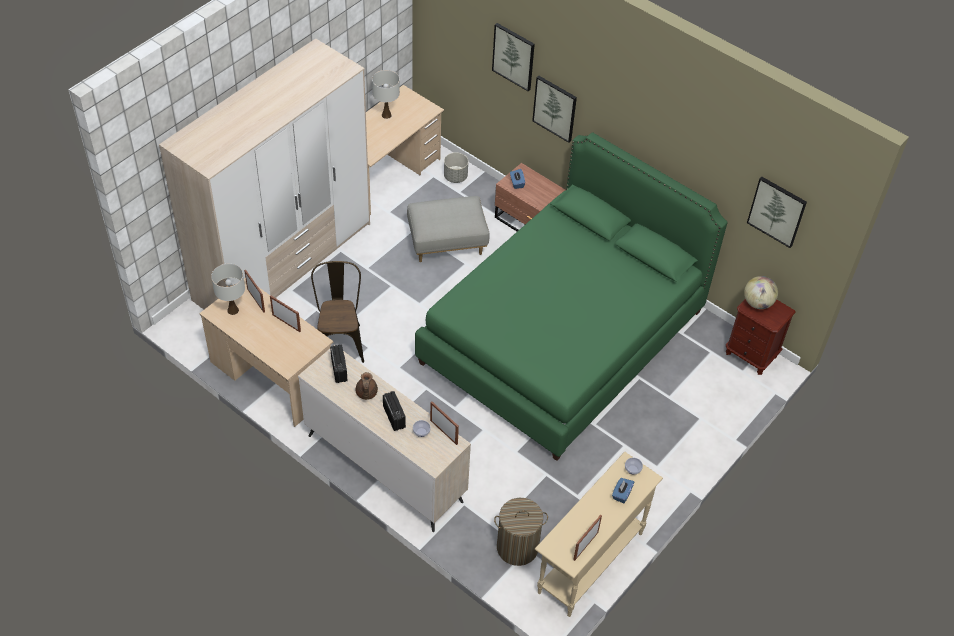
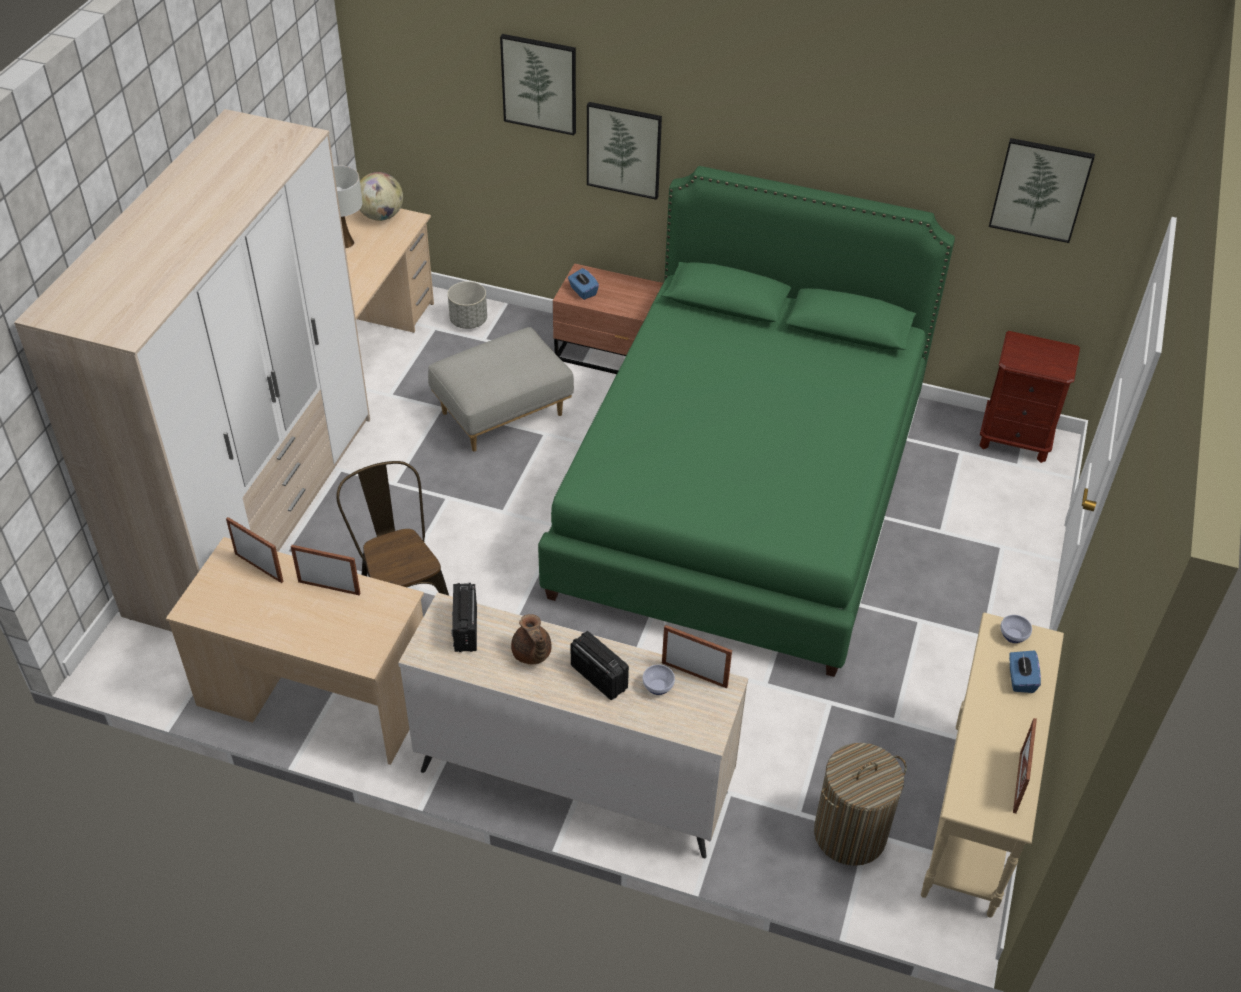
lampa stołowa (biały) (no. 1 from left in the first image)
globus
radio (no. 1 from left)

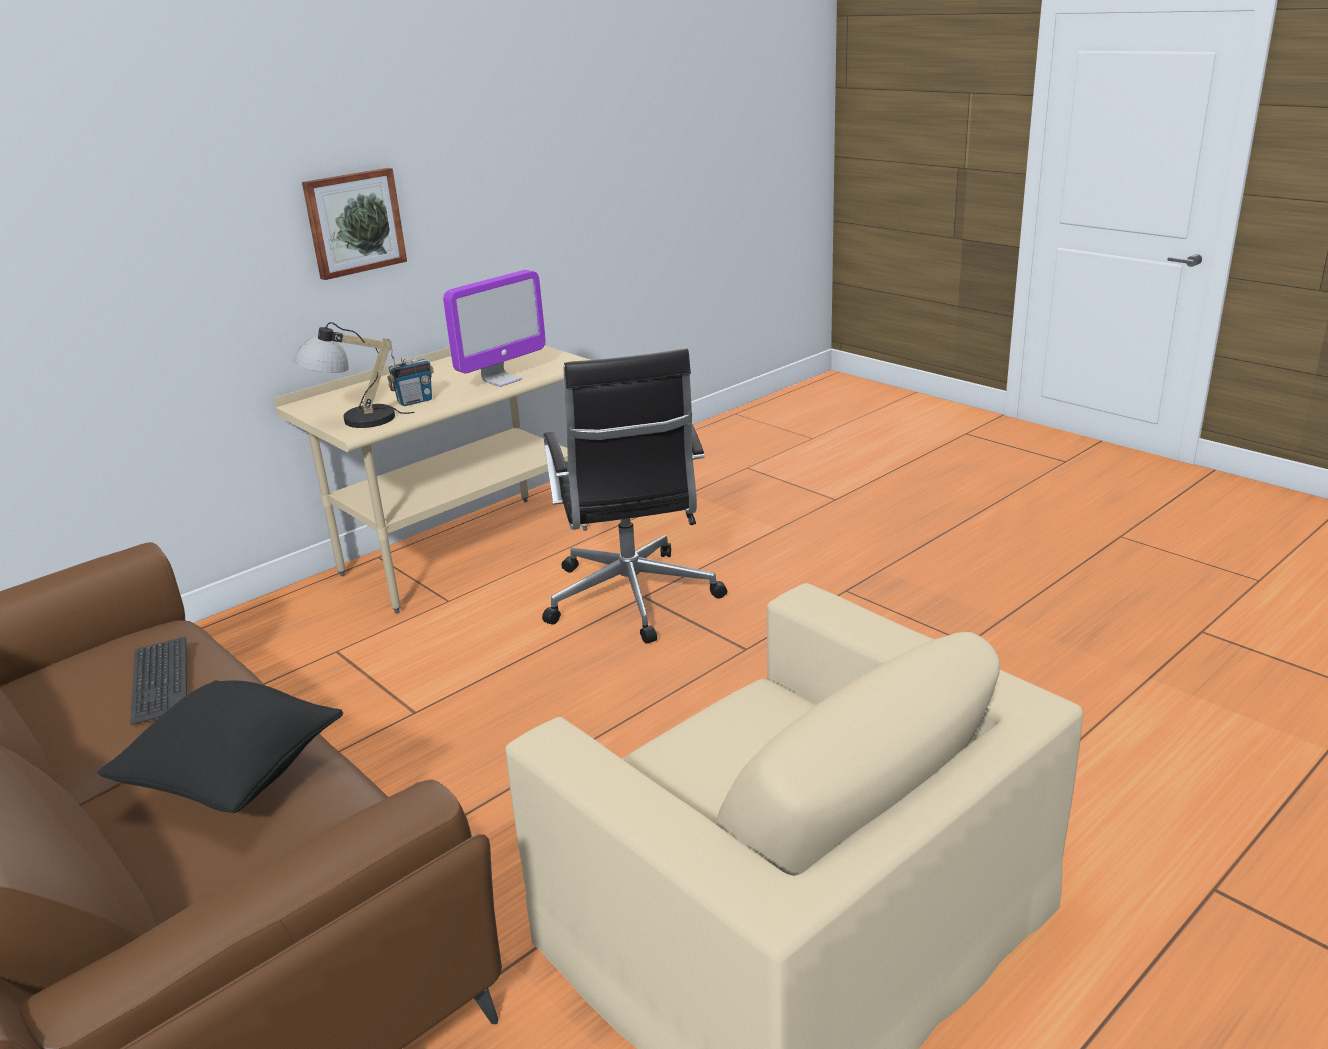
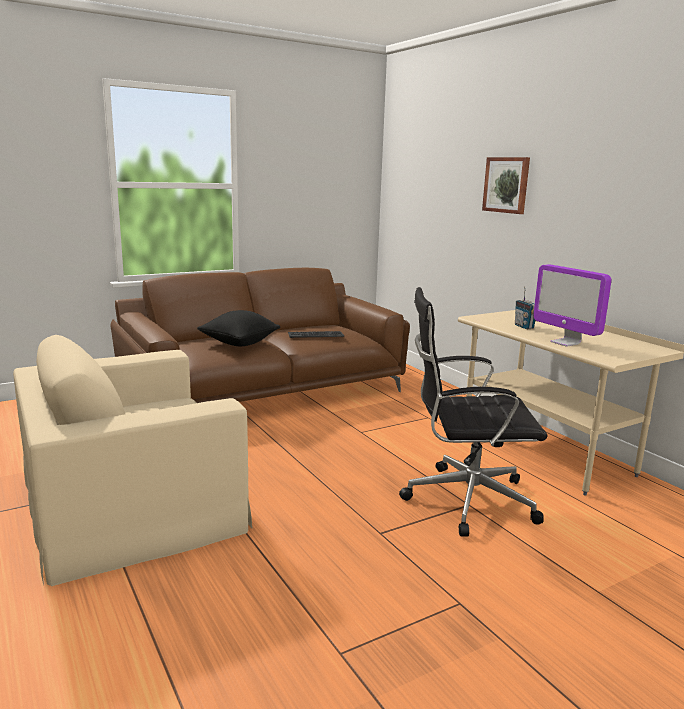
lampa stołowa
obraz

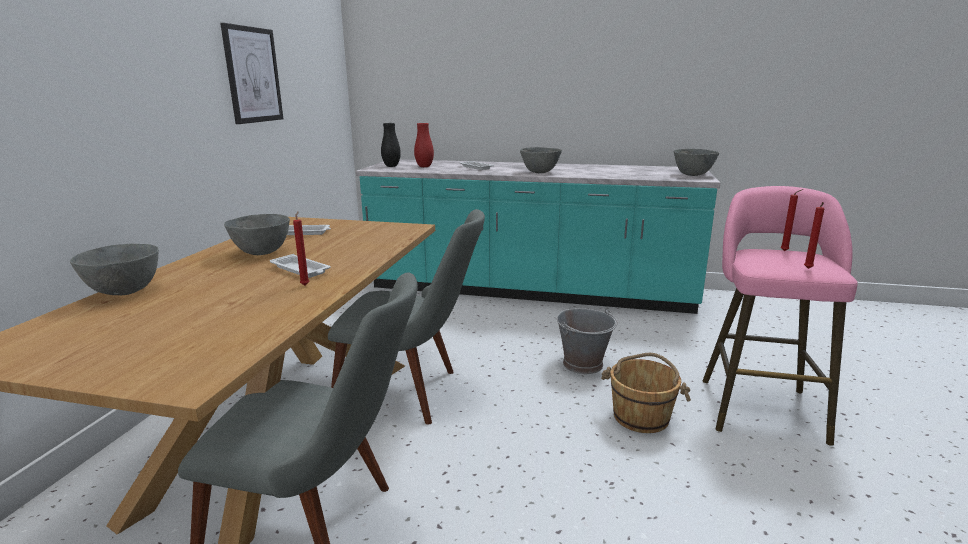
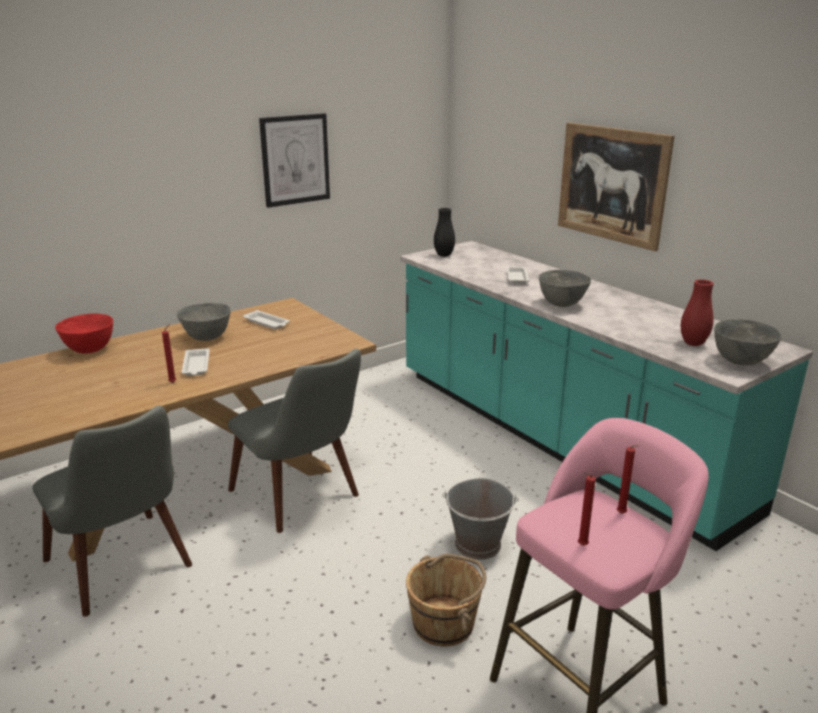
obraz (no. 2 from left)
wazon (czerwony)
miska (czerwony)

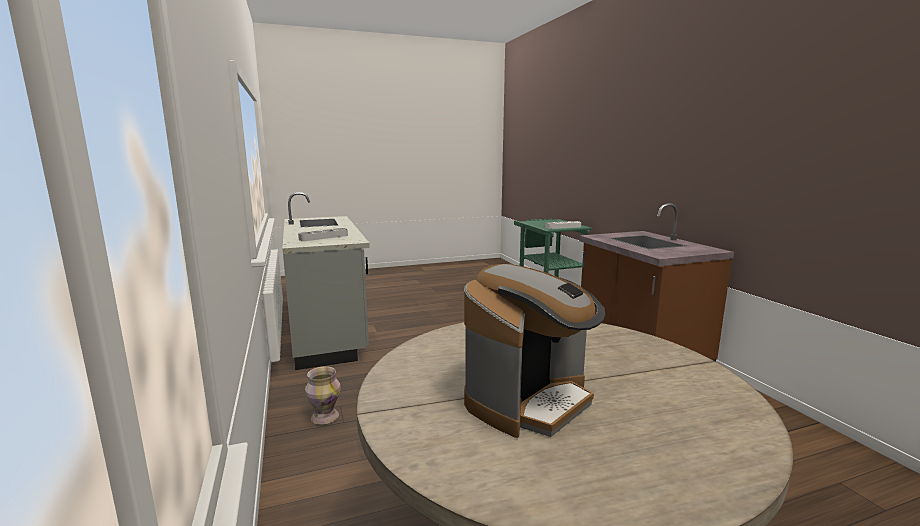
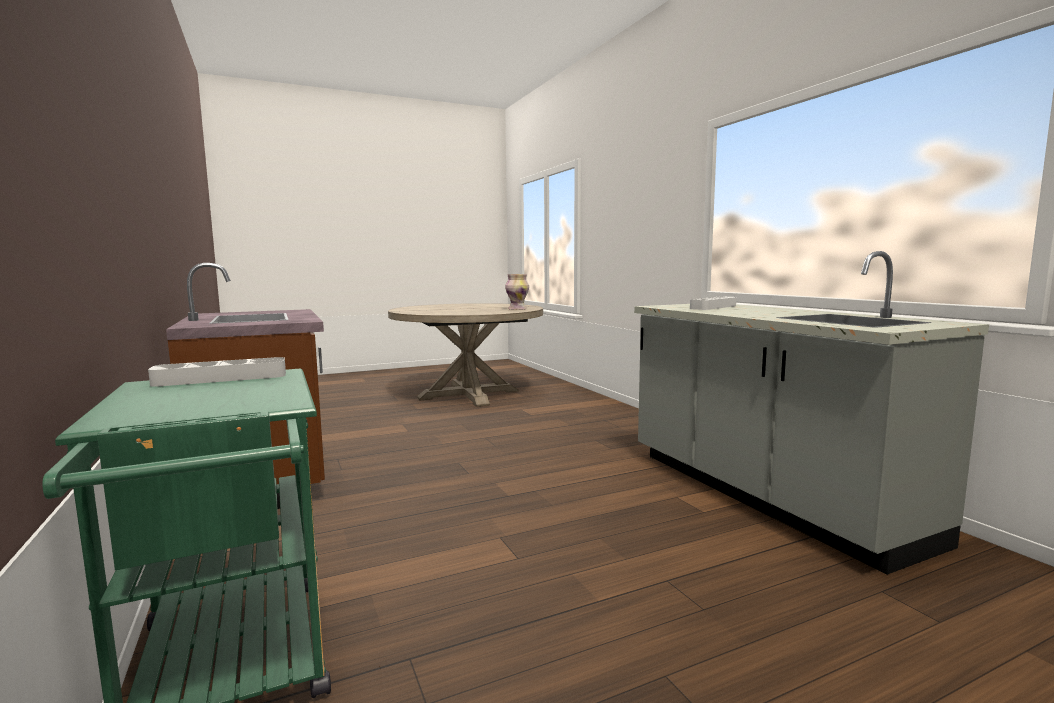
ekspres do kawy
wazon

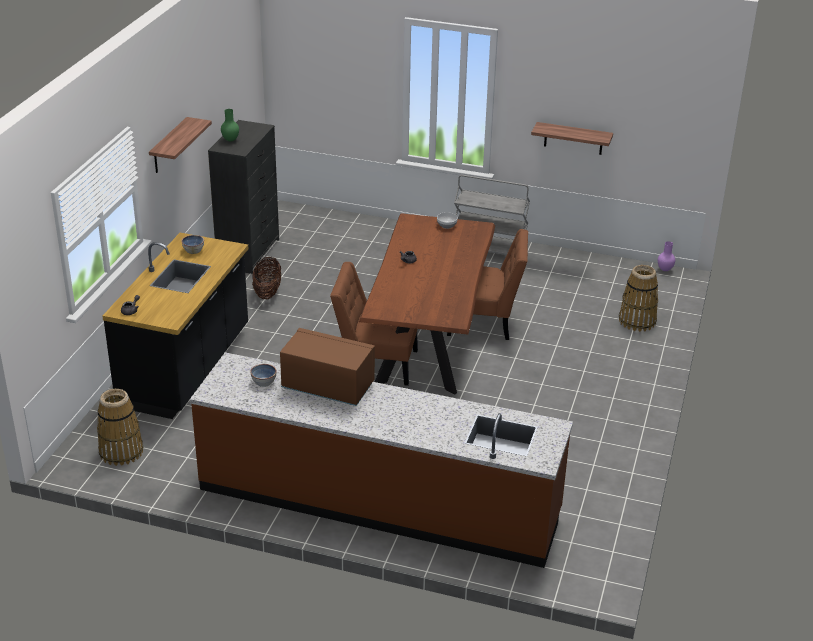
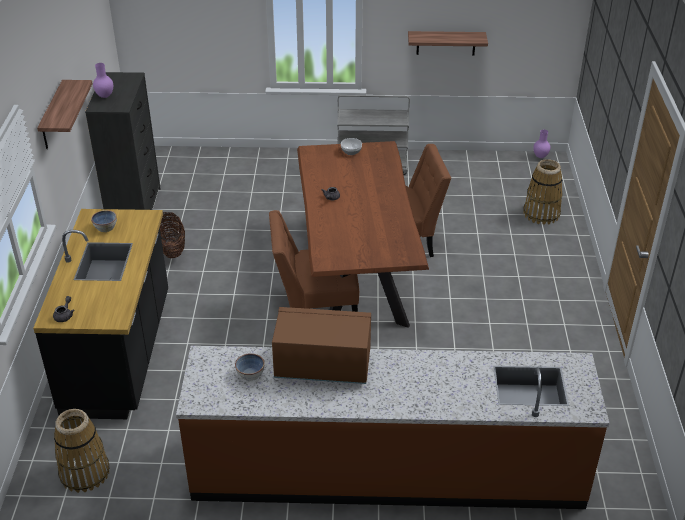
wazon (fioletowy) (no. 1 from left)

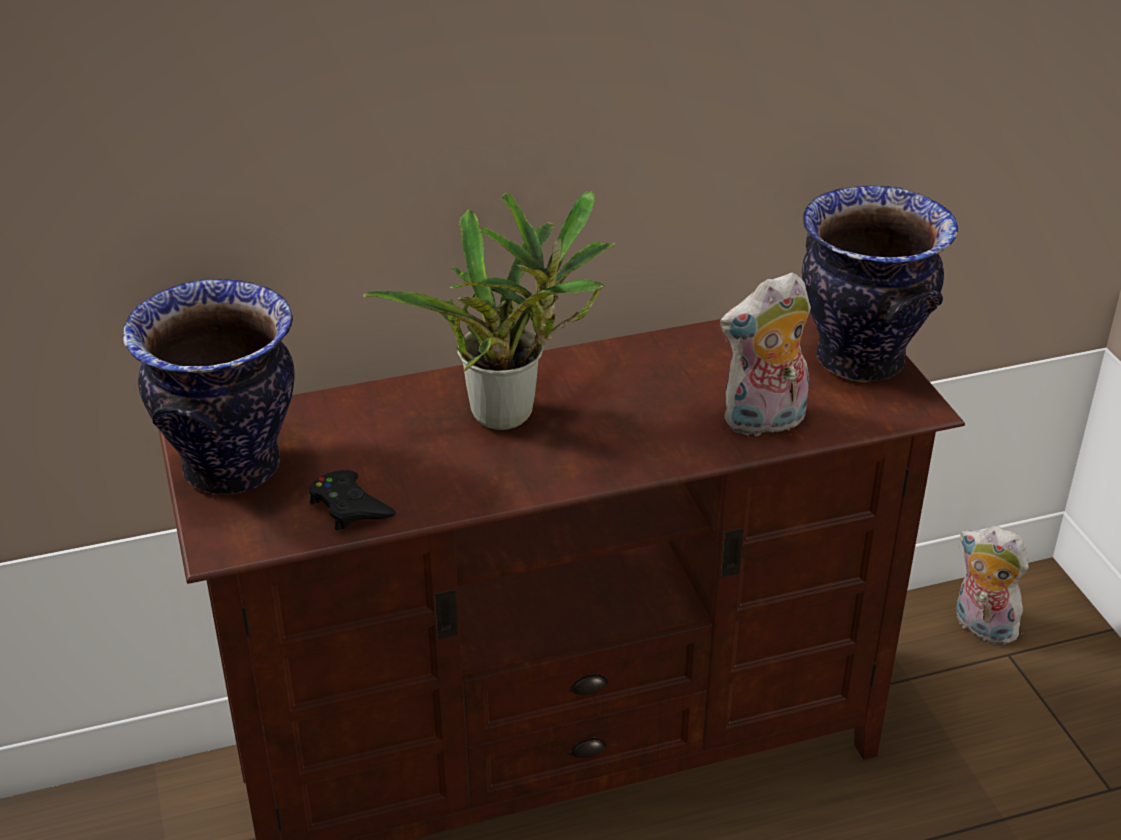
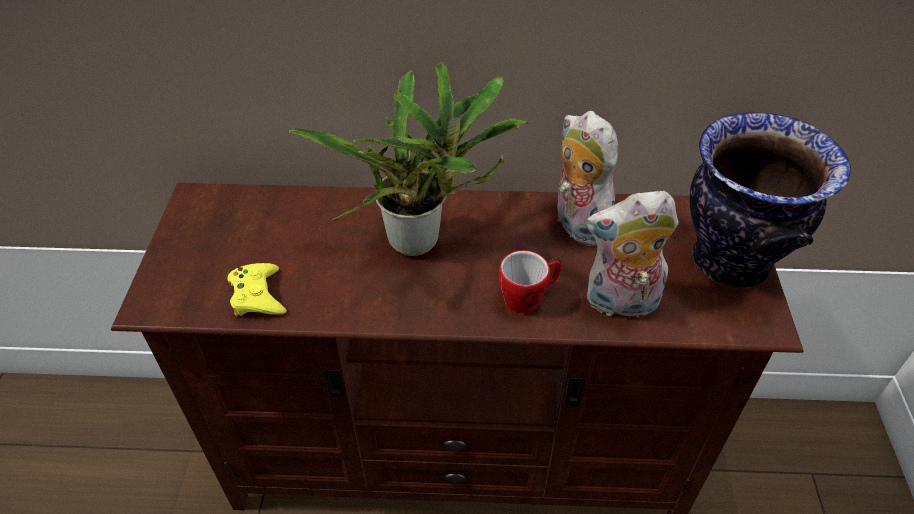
wazon (no. 1 from left in the first image)
kubek
pluszak (no. 1 from left)
pad do gier (żółty)

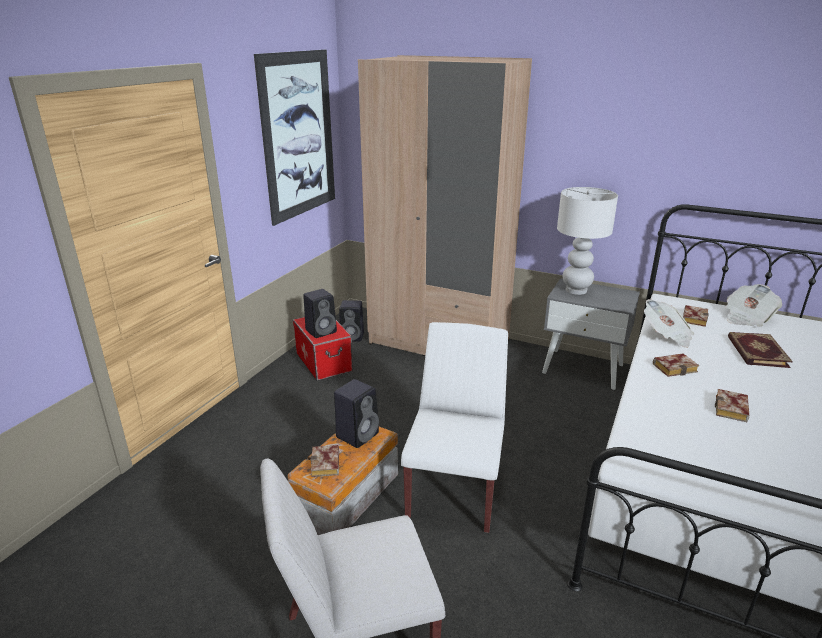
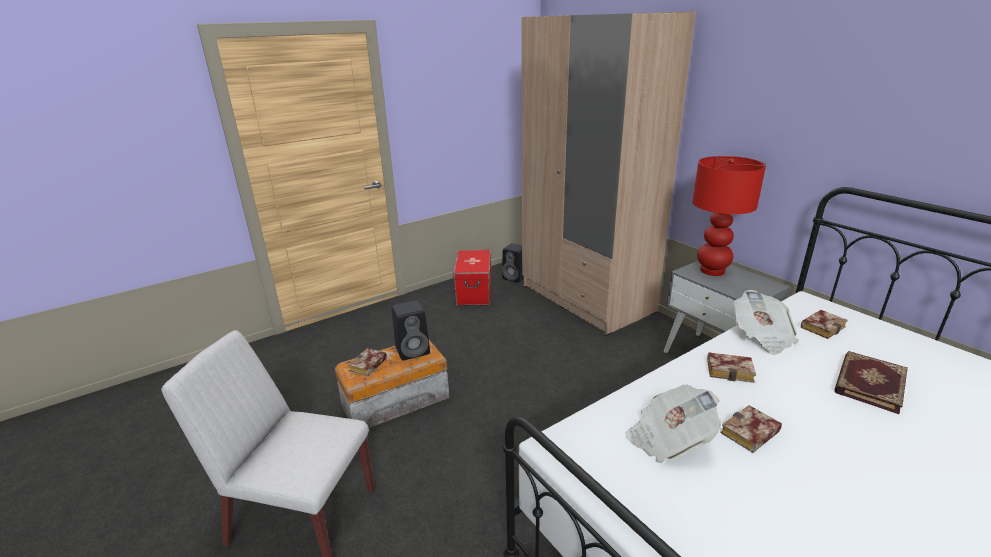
obraz
głośnik (czarny) (no. 1 from left in the first image)
krzesło (biały) (no. 2 from left in the first image)
gazeta (no. 1 from left)
lampa stołowa (czerwony)

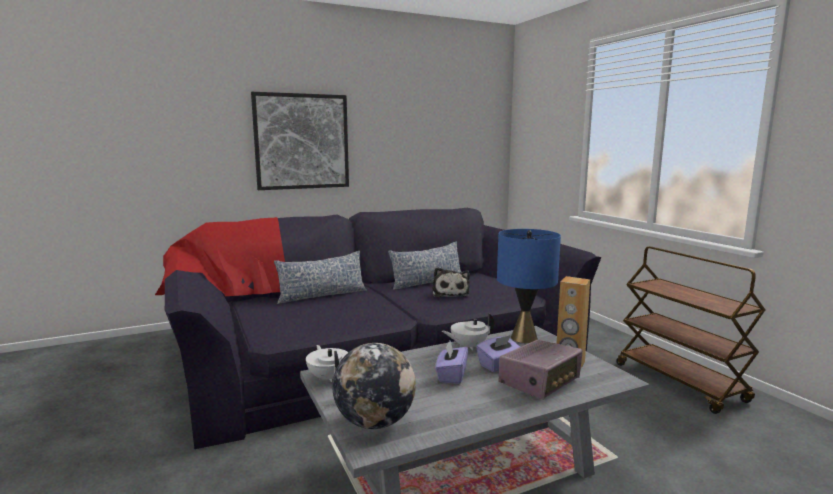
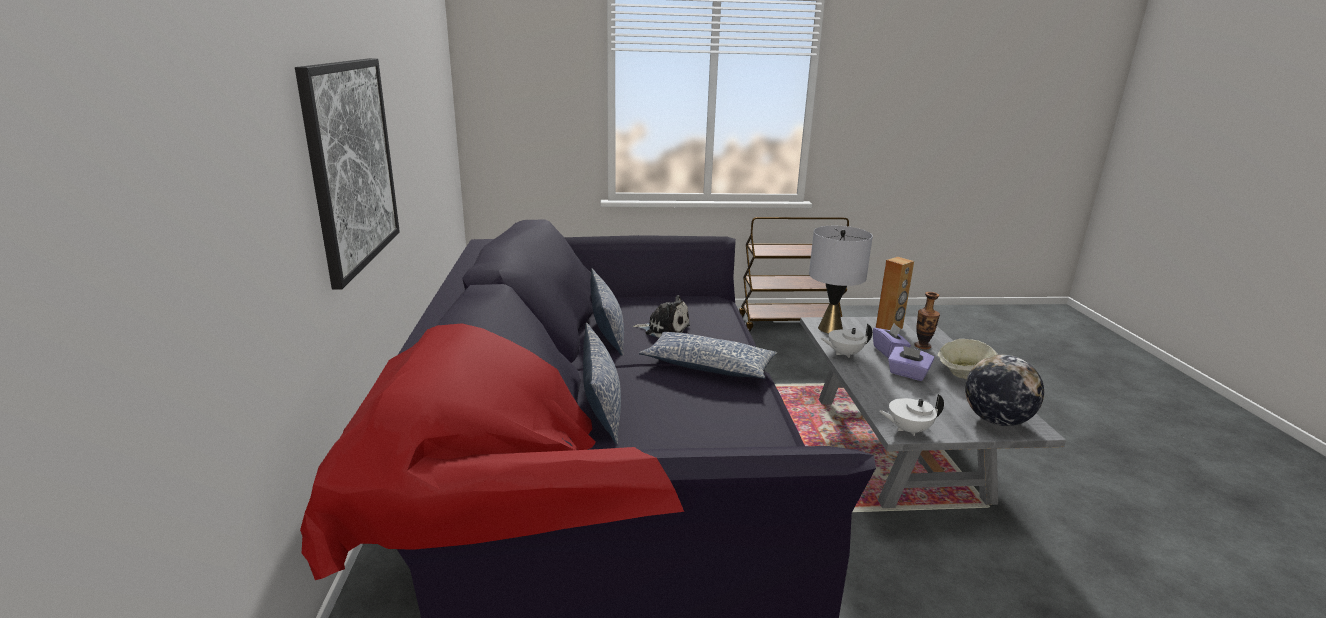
poduszka (no. 3 from left)
miska (beżowy)
wazon
lampa stołowa (szary)
imbryk (biały) (no. 1 from left)

